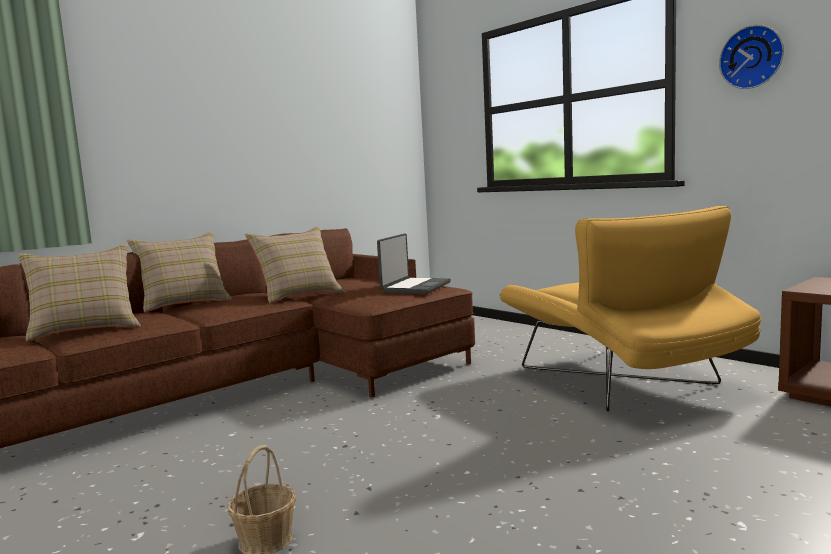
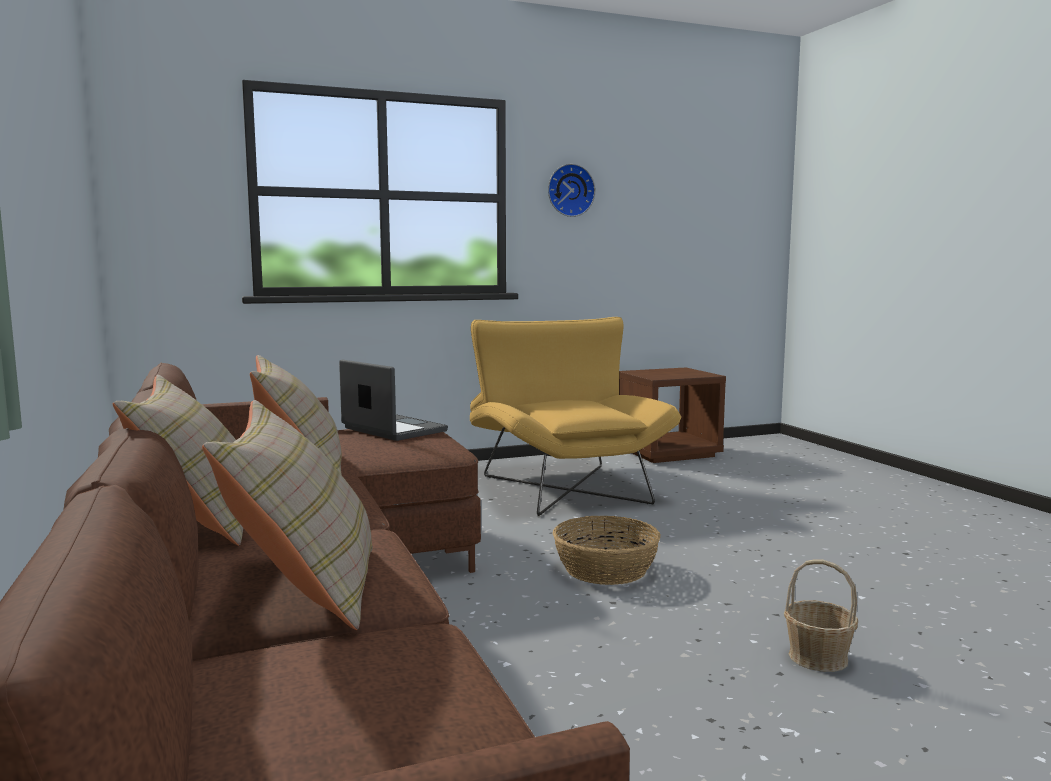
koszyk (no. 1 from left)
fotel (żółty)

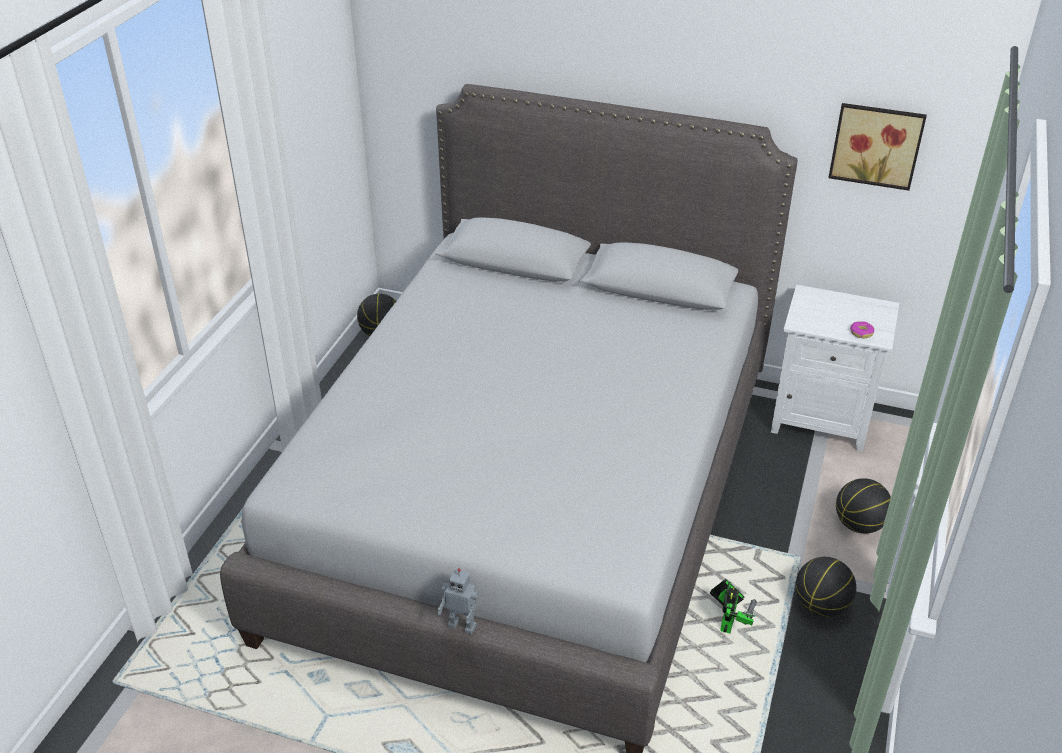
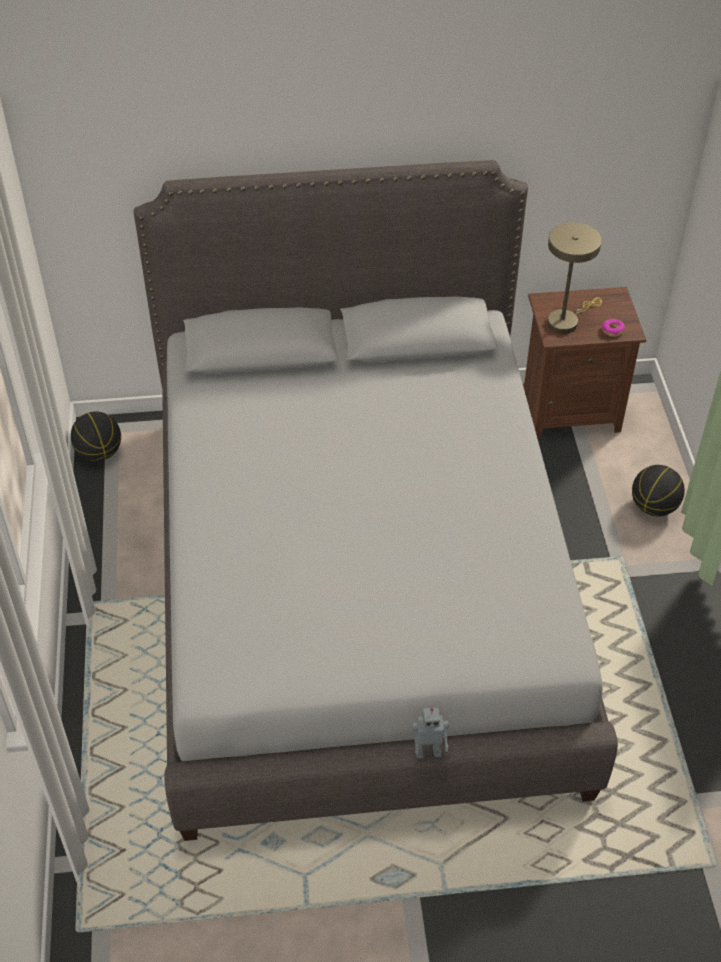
robot zabawkowy (no. 2 from left in the first image)
piłka do koszykówki (no. 2 from left in the first image)
obraz
lampa stołowa (beżowy)
szafka nocna (brązowy)

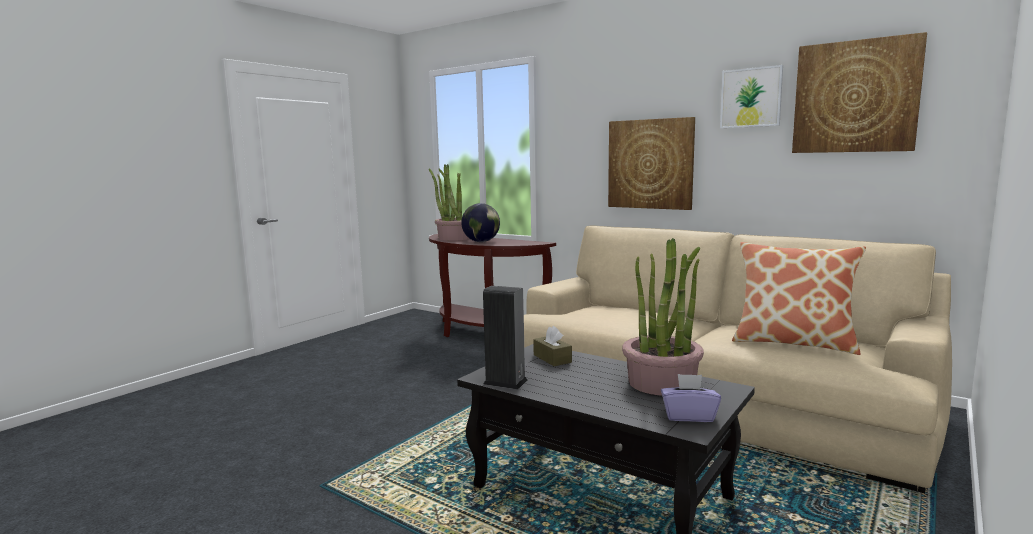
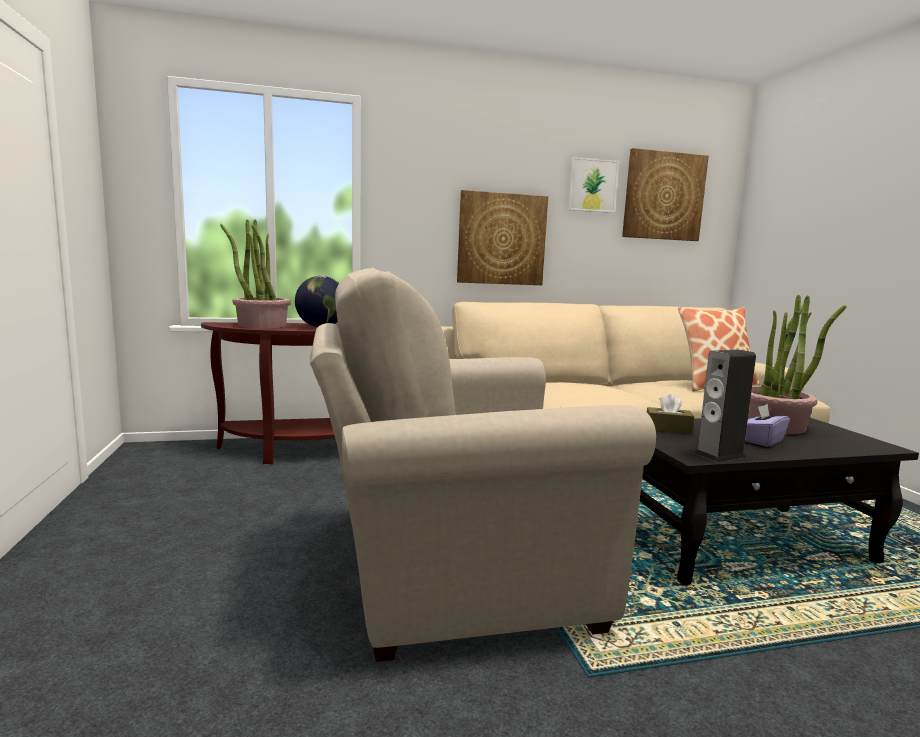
fotel (beżowy)
pudełko chusteczek (fioletowy)

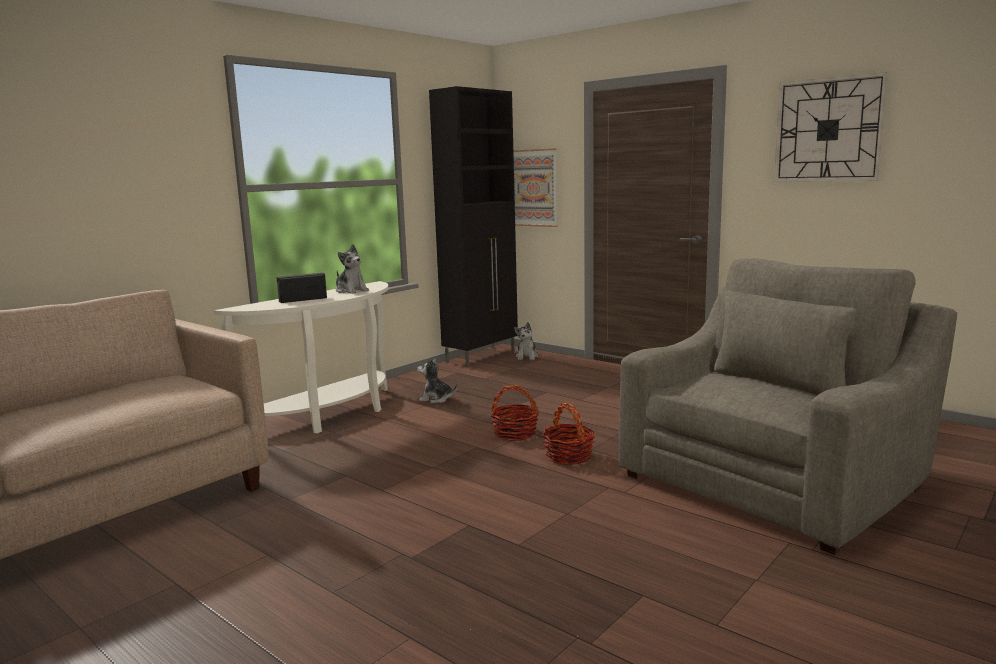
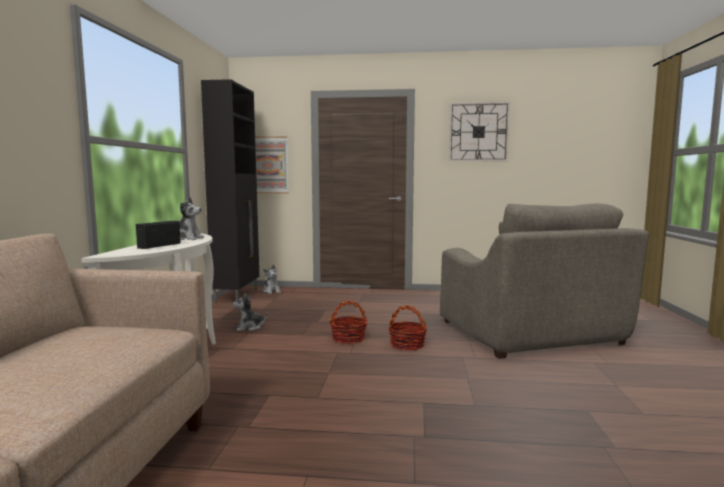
fotel (szary)

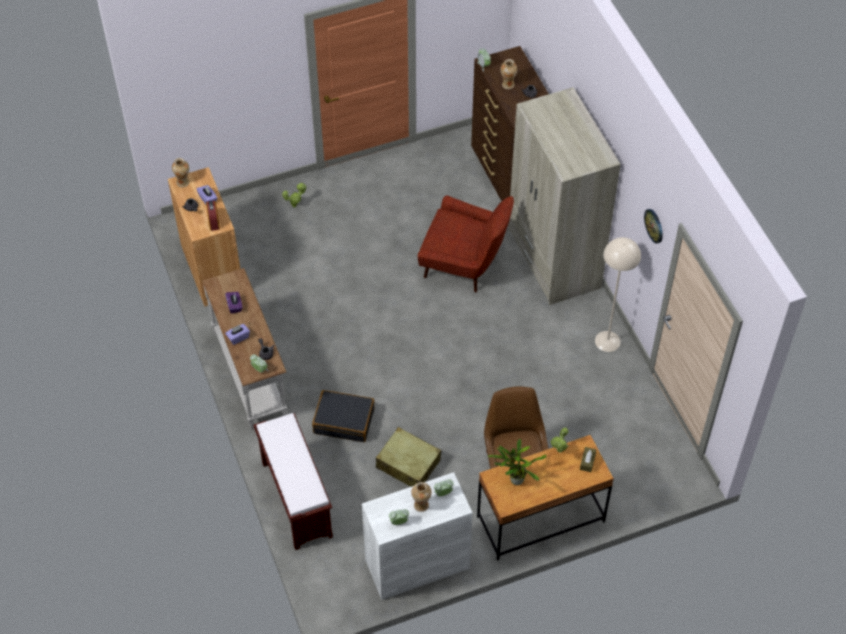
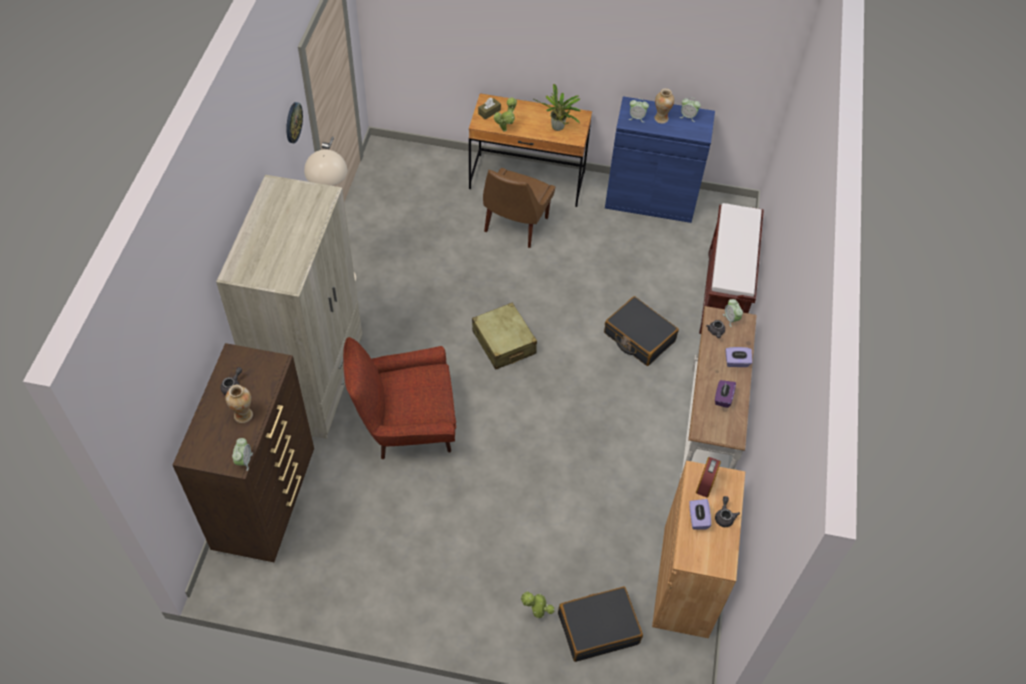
wazon (no. 1 from left in the first image)
walizka (czarny) (no. 1 from left)
walizka (beżowy)
szafka (niebieski)
fotel (czerwony)

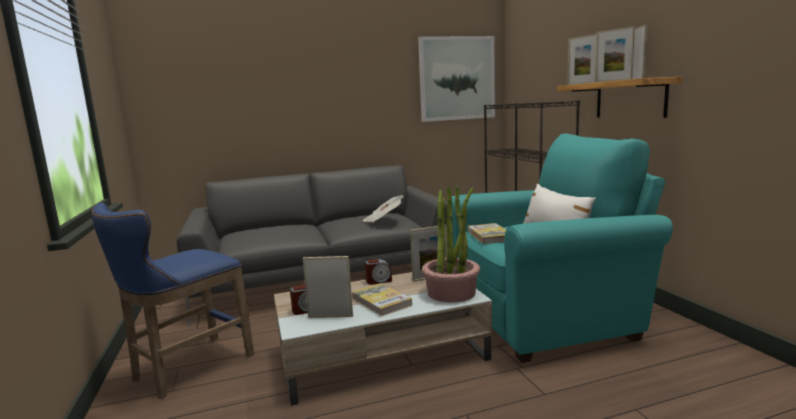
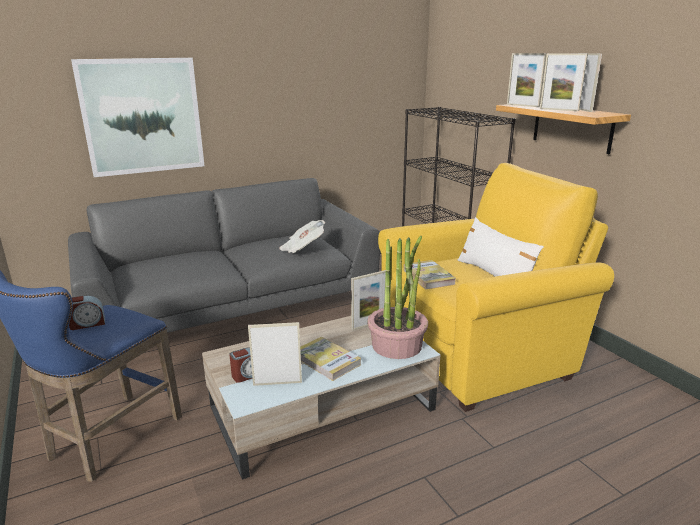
budzik (no. 1 from left)
obraz
fotel (żółty)

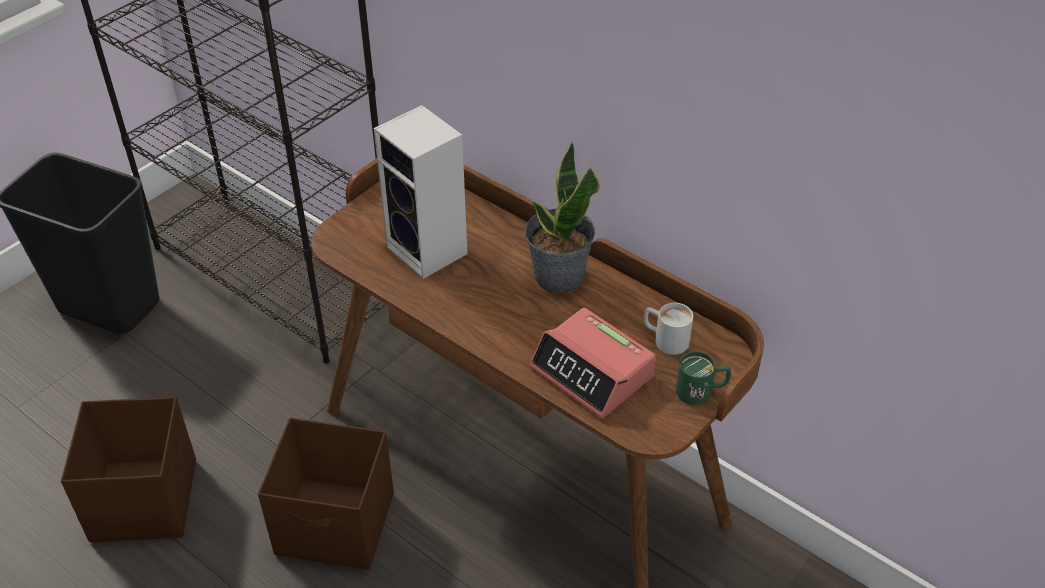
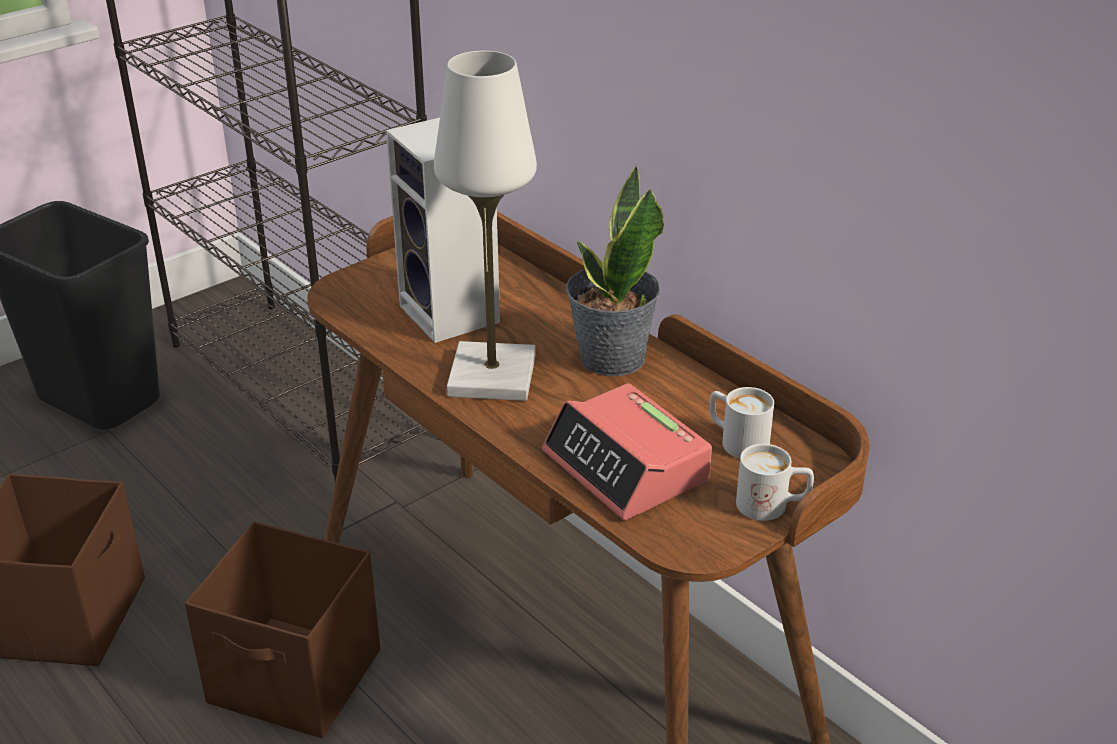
lampa stołowa (biały)
kubek (biały) (no. 2 from left)

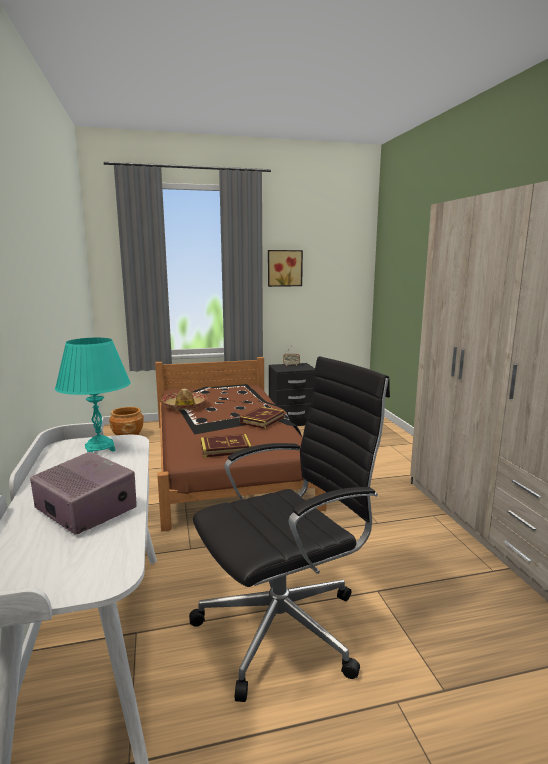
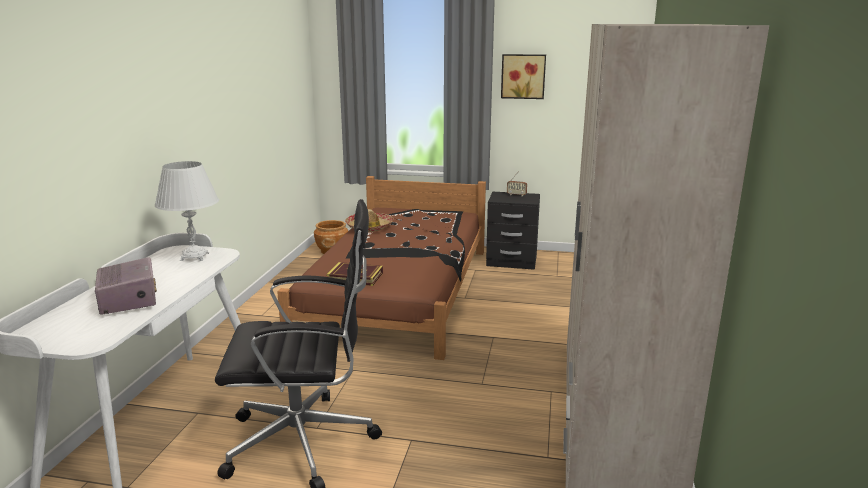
książka (no. 2 from left in the first image)
lampa stołowa (biały)

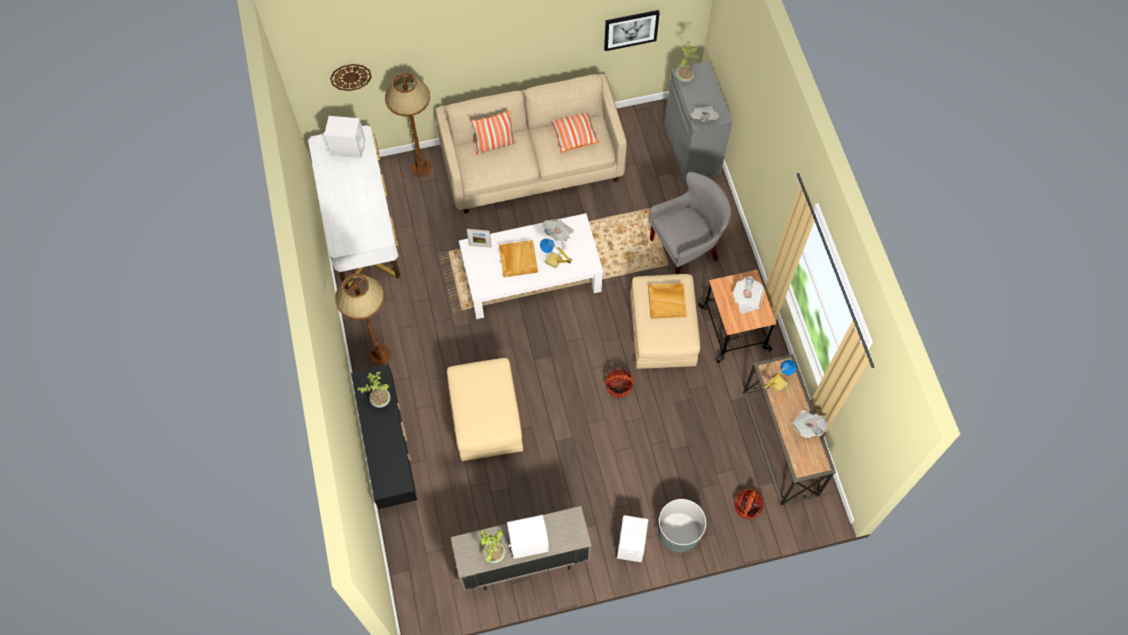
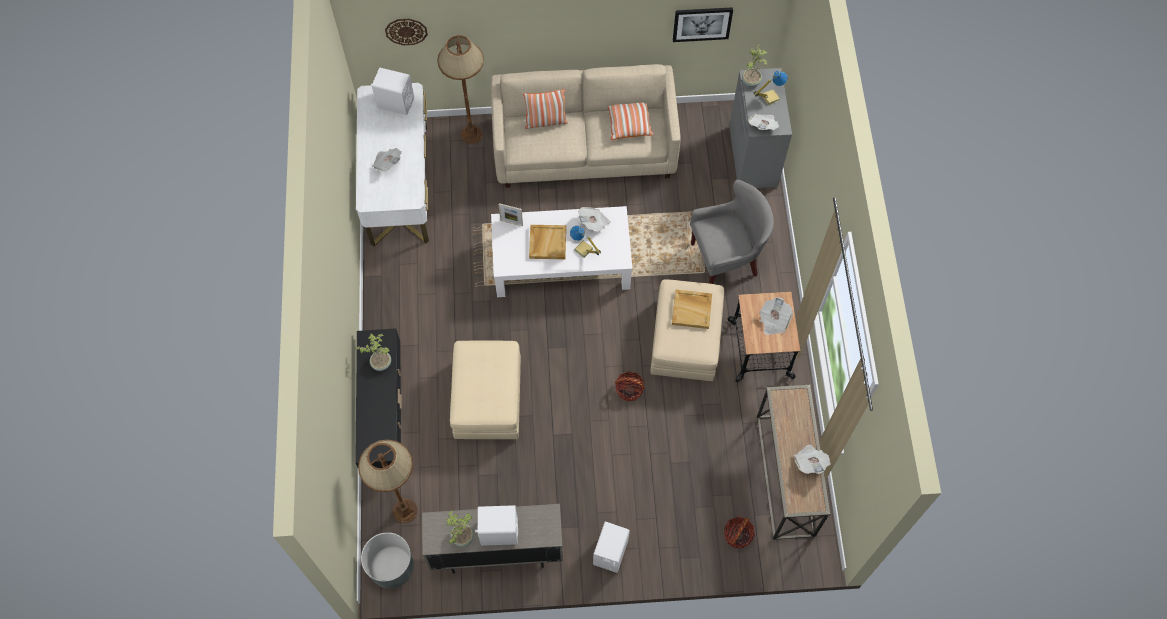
gazeta (no. 1 from left)
lampa stojąca (brązowy) (no. 1 from left)
donica (szary)
lampa stołowa (no. 2 from left)

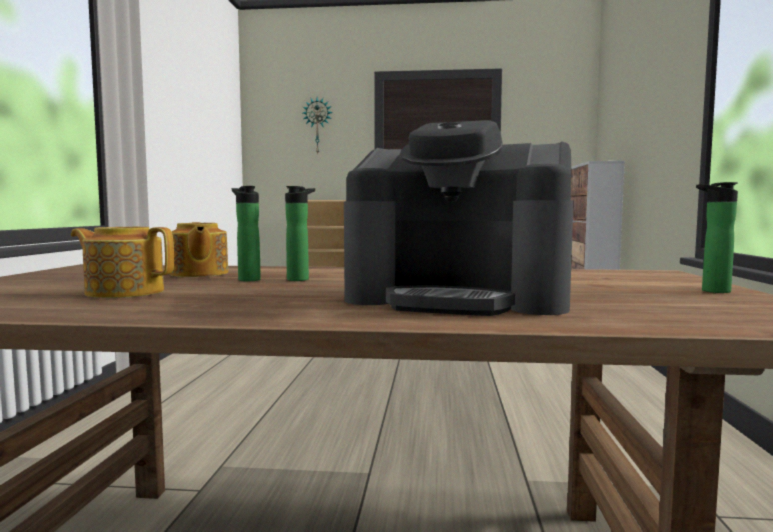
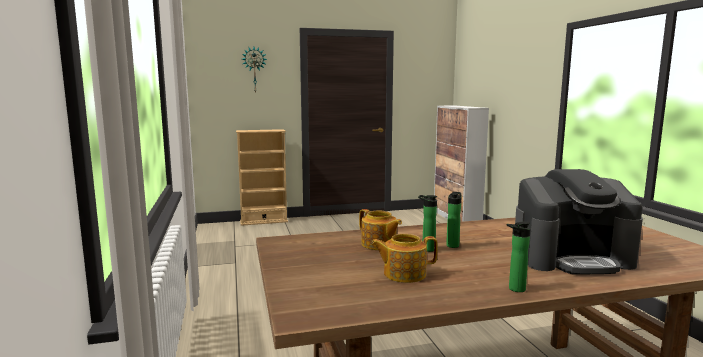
butelka (no. 3 from left)

